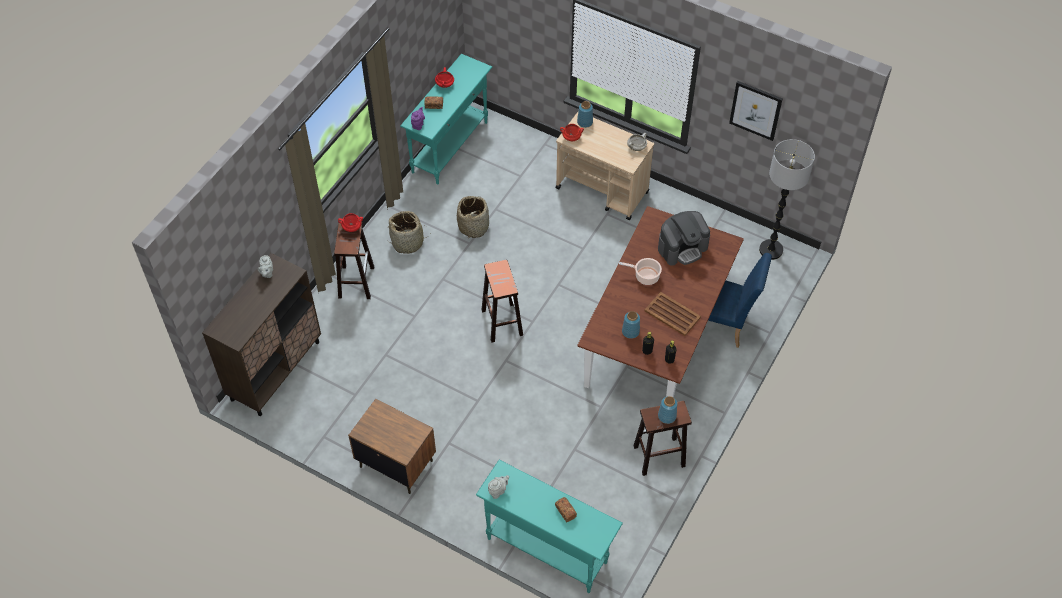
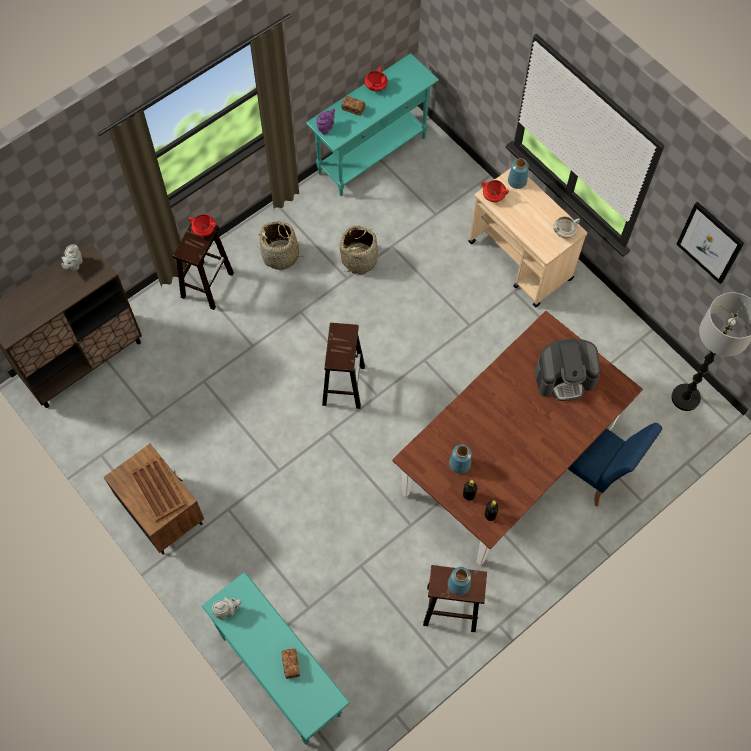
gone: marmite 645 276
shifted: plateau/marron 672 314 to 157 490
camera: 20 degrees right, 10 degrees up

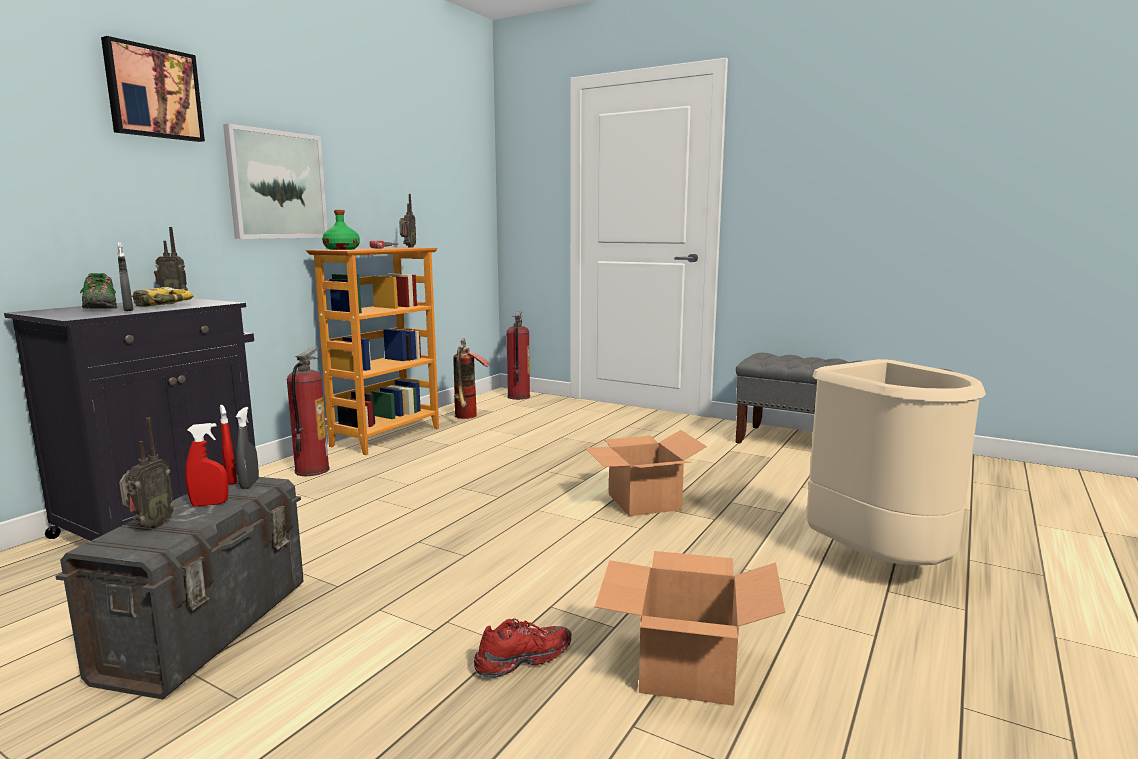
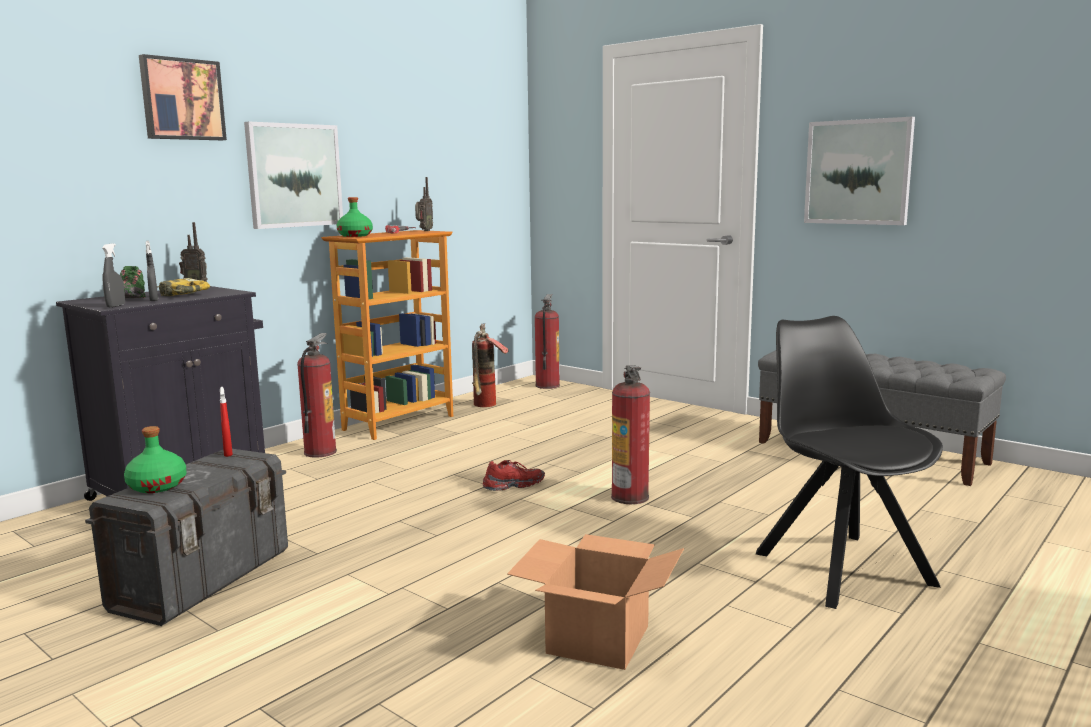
gone: vaporisateur/rouge 209 504
new: tableau 858 172
shifted: vaporisateur/gris 249 484 to 116 306; chaussure/rouge 523 661 to 513 486
swapped: radio 150 526 to bouteille/vert 157 486; carton 645 502 to extincteur 630 497; poubelle/beige 879 563 to chaise/noir 840 567
camera: 10 degrees right, 0 degrees up

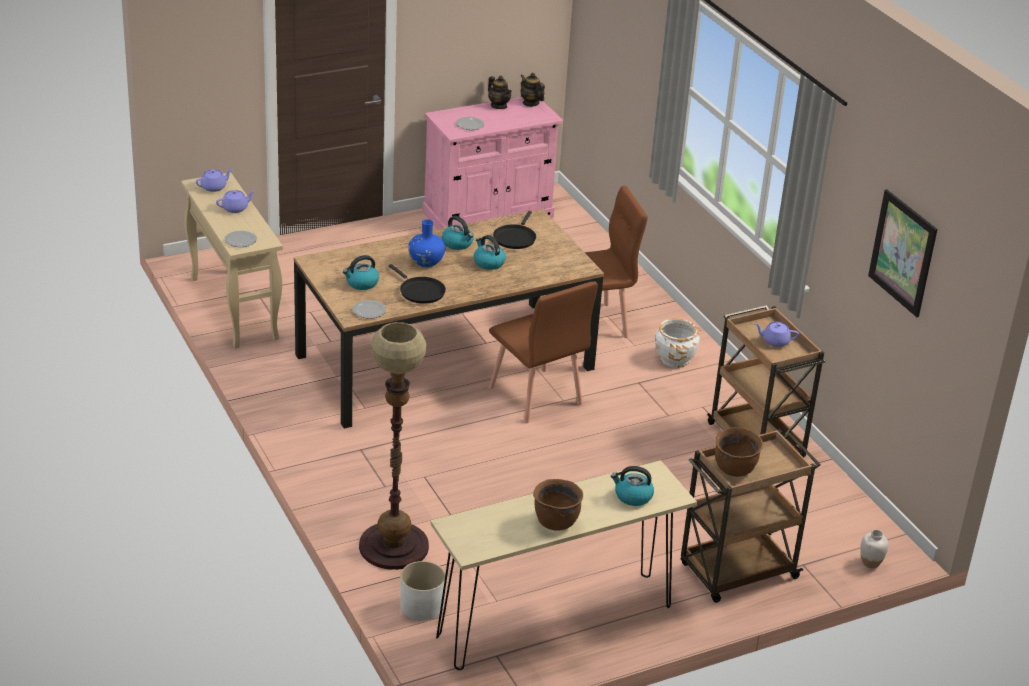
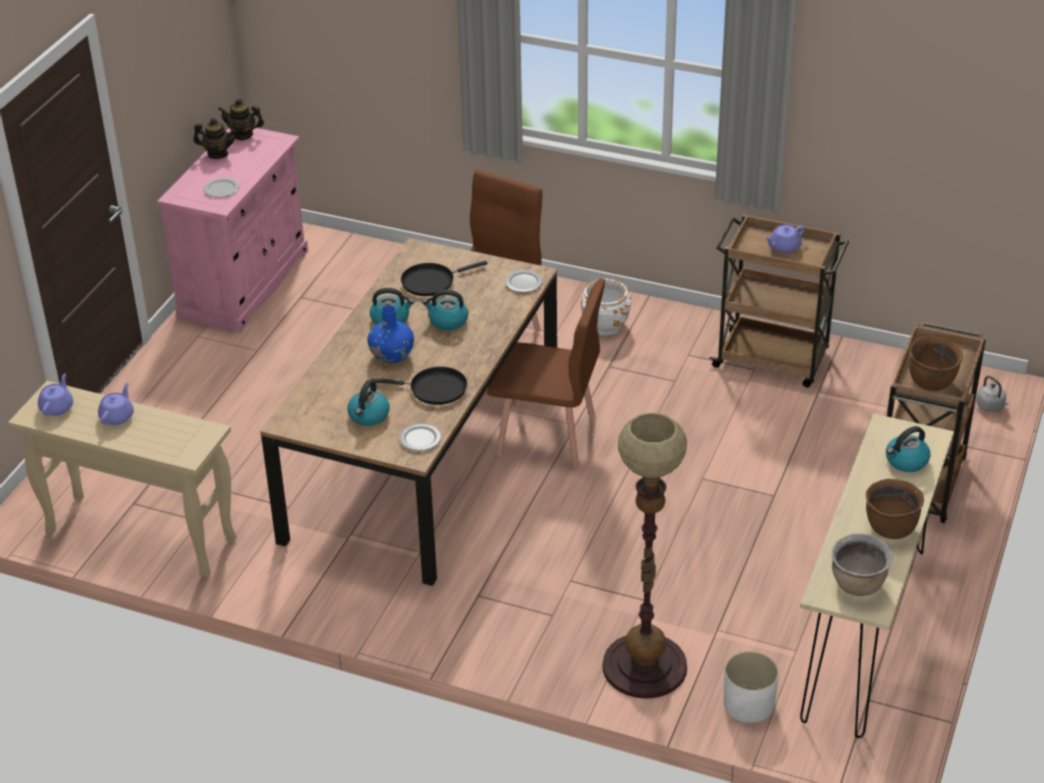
gone: tableau 903 252
new: marmite/marron 858 585
shifted: assiette 241 240 to 523 282
swapped: vase/blanc 870 563 to bouilloire/gris 991 407
rotated: poêle/noir 515 238 = 431 281 90 degrees clockwise
camera: 40 degrees left, 5 degrees up

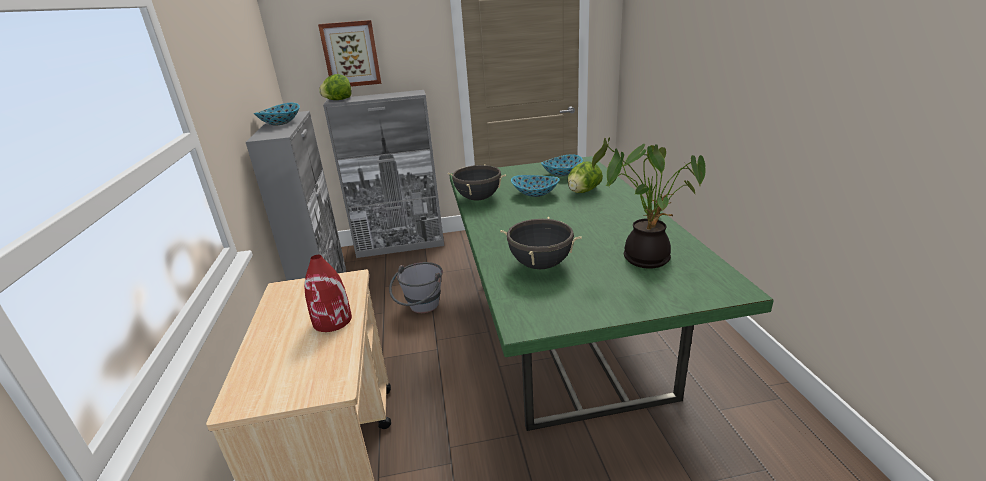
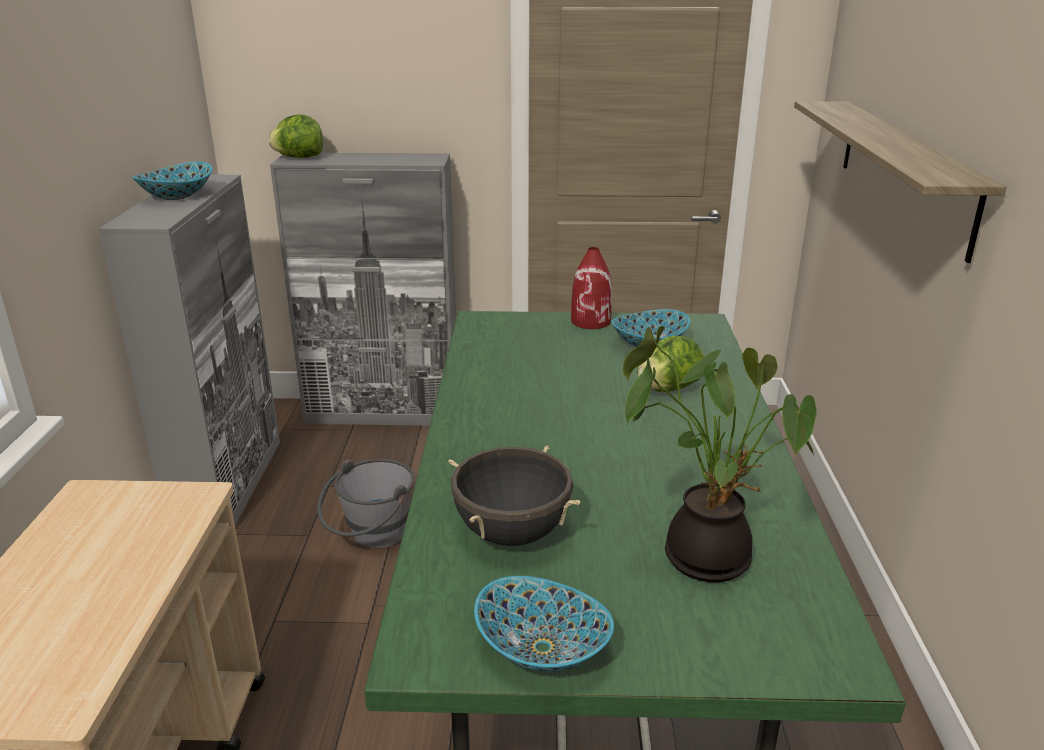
gone: tableau 351 54; marmite/noir 478 198
new: étagère 903 171
shifted: vase/rouge 333 320 to 591 321; bol 535 194 to 542 650
camera: 10 degrees right, 0 degrees up

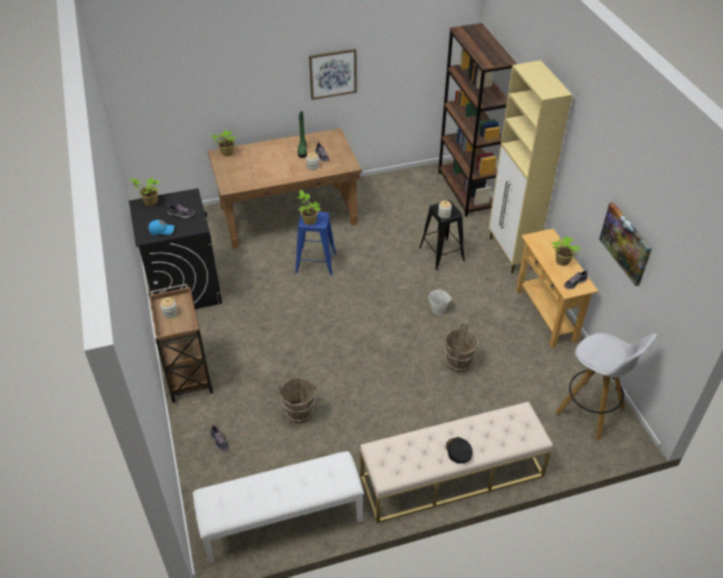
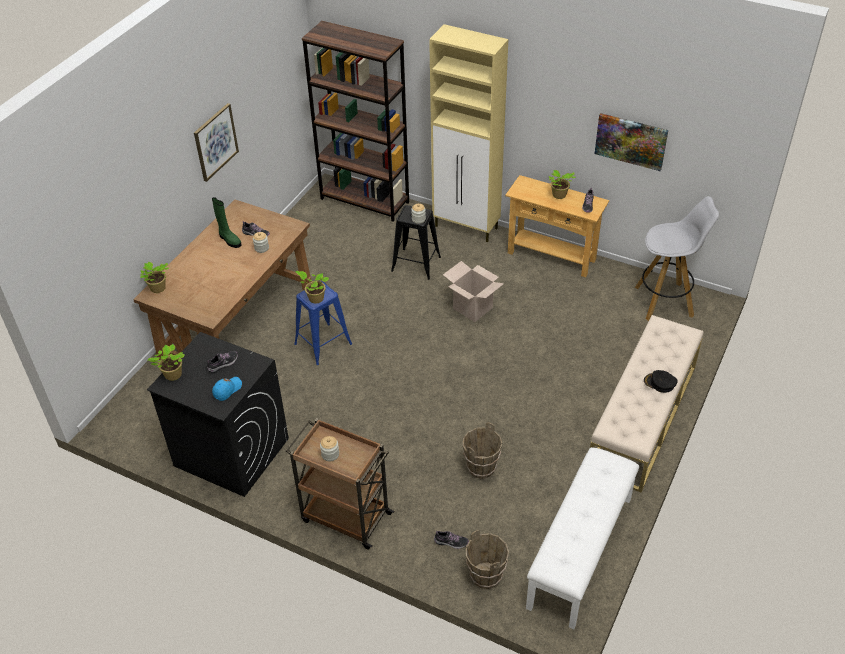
shifted: seau/marron 458 363 to 486 576
swapped: seau/blanc 438 309 to carton 472 308
camera: 45 degrees left, 0 degrees up

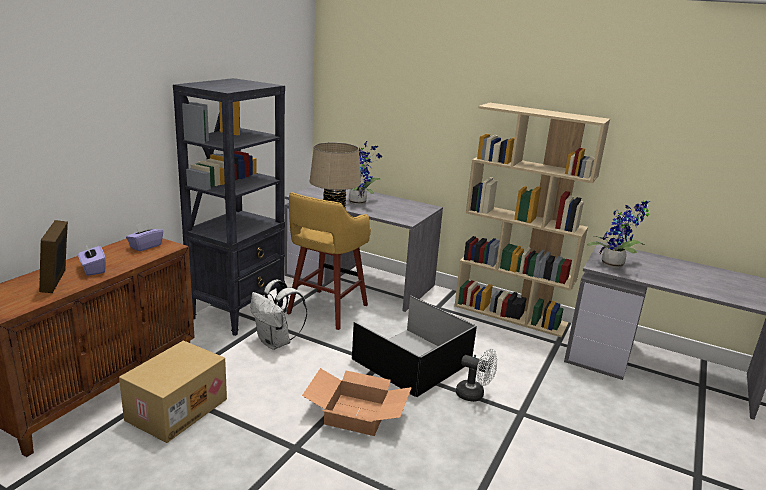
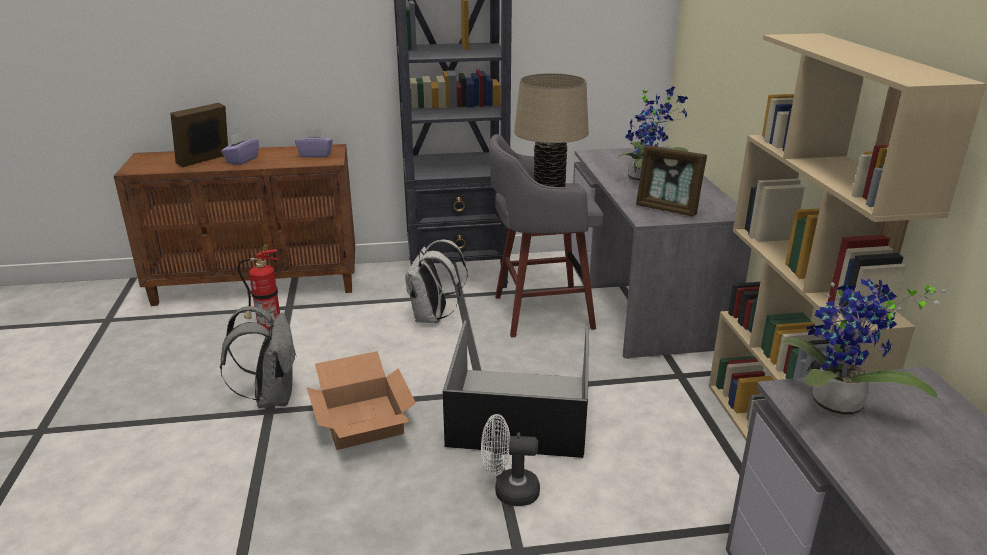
new: sac à dos/gris 271 397; cadre photo 667 209
swapped: carton 176 409 to extincteur 267 327
repainted: tabouret/jaune 326 310 to tabouret/gris 539 312
rotated: ventilateur/blanc 474 395 = 509 491 105 degrees clockwise
camera: 55 degrees right, 5 degrees up

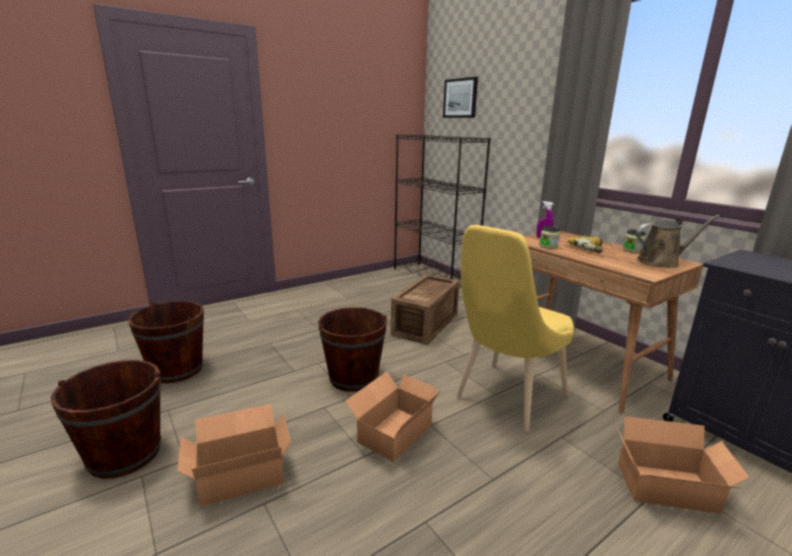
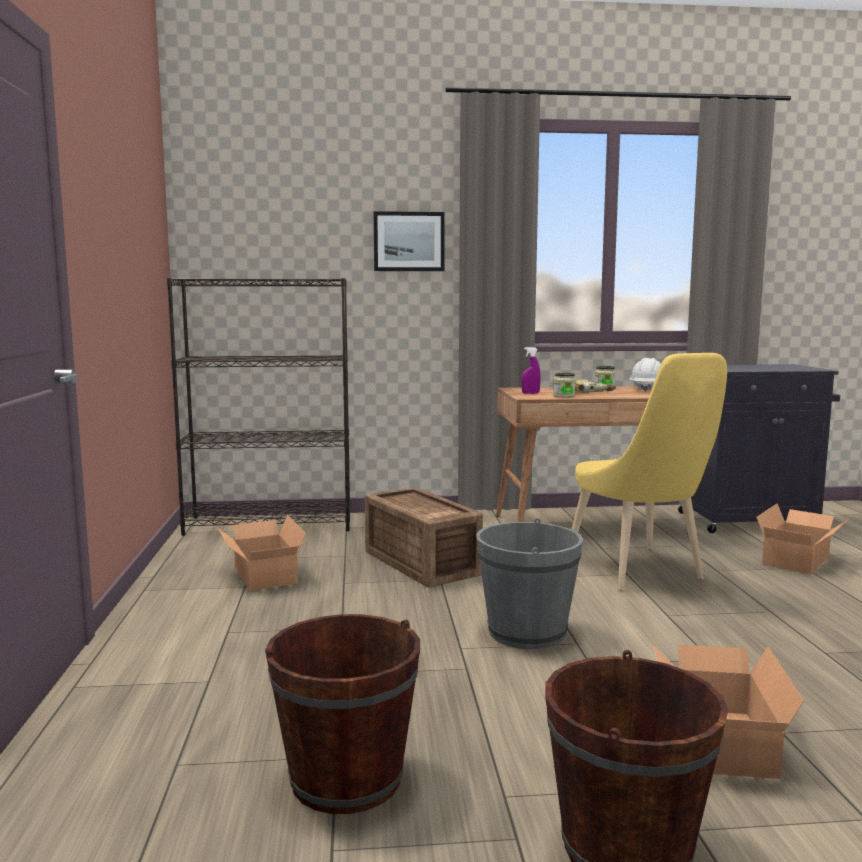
shifted: carton 392 433 to 262 576; tableau 460 98 to 409 241
swapped: arrosoir/marron 661 262 to casque de chantier/blanc 647 389
repainted: seau/marron 353 377 to seau/gris 526 632
camera: 60 degrees left, 10 degrees down

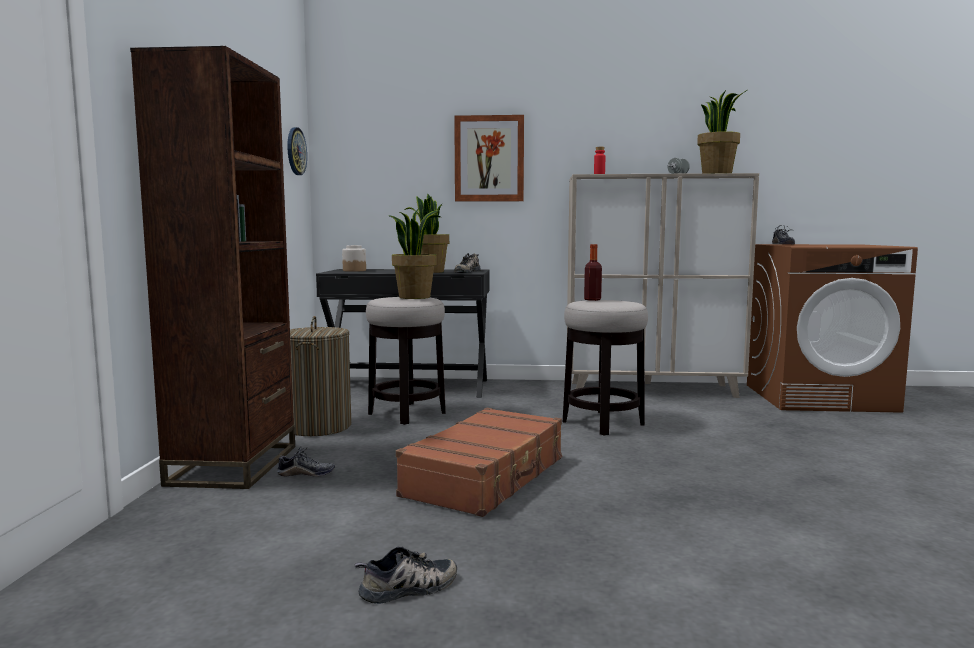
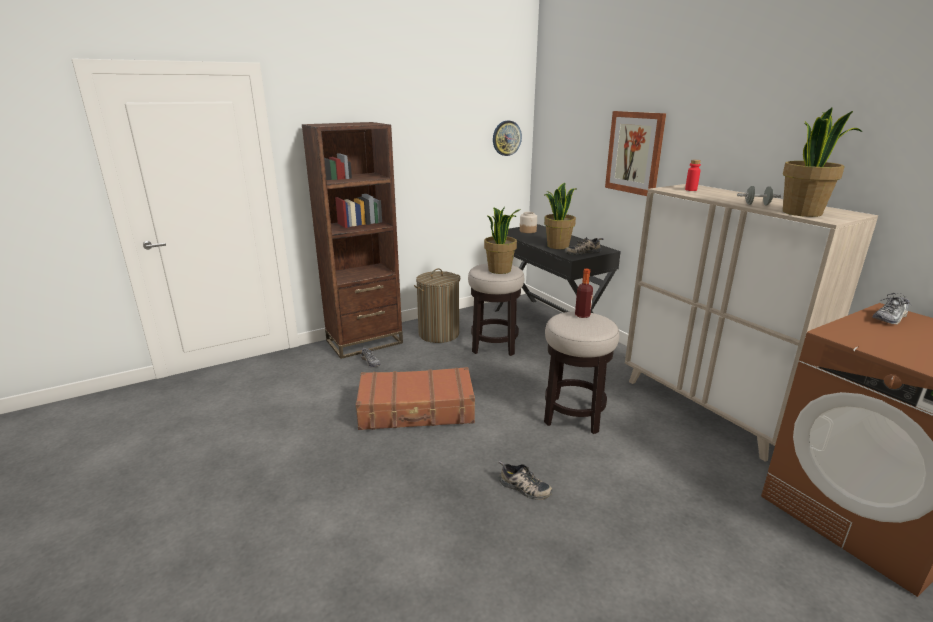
shifted: chaussure 409 589 to 523 488
camera: 55 degrees right, 15 degrees up

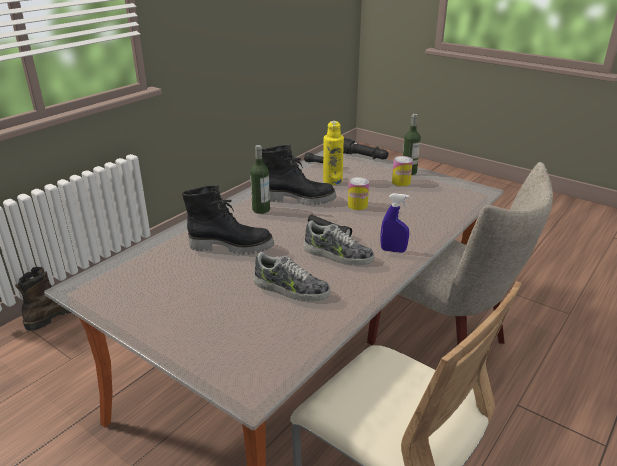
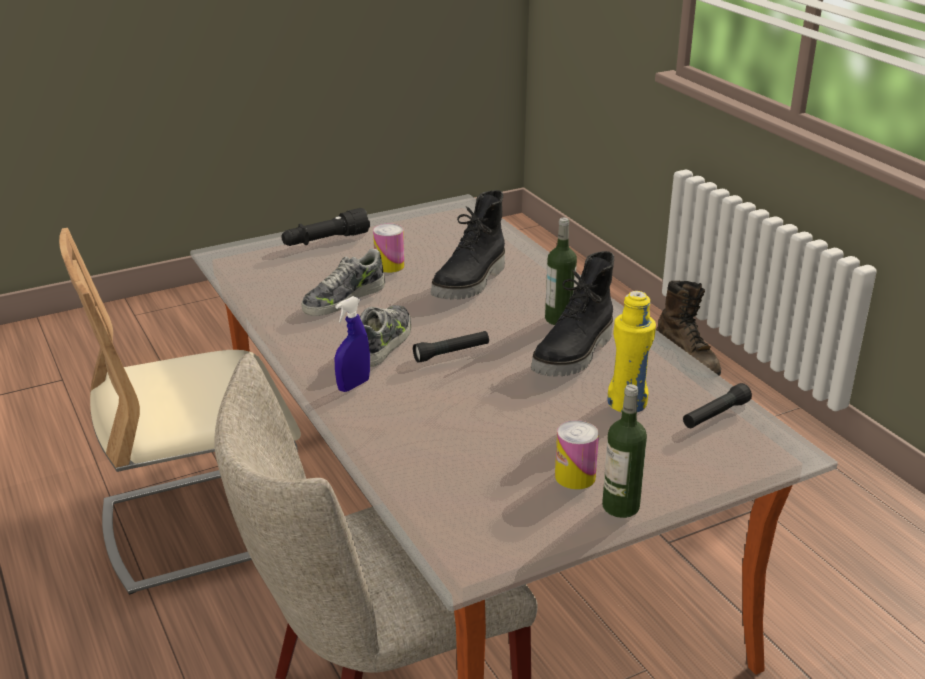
shifted: lampe de poche/noir 363 157 to 325 241; boîte métallique 357 205 to 389 266
rotated: chaussure 337 255 = 383 343 150 degrees clockwise
camera: 115 degrees right, 0 degrees up

